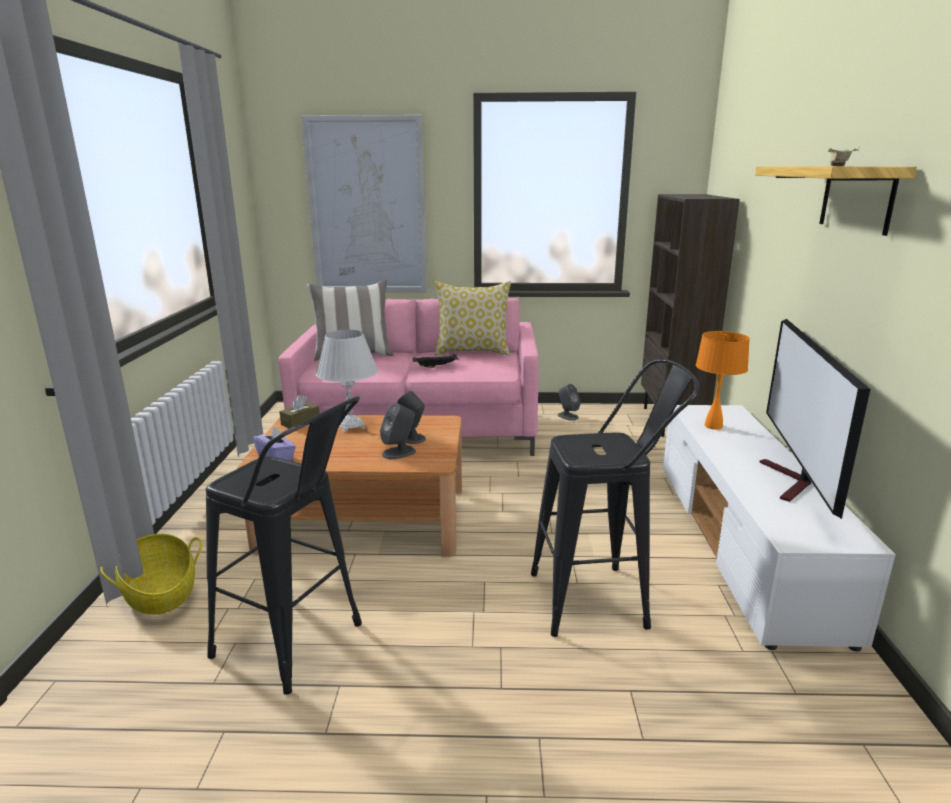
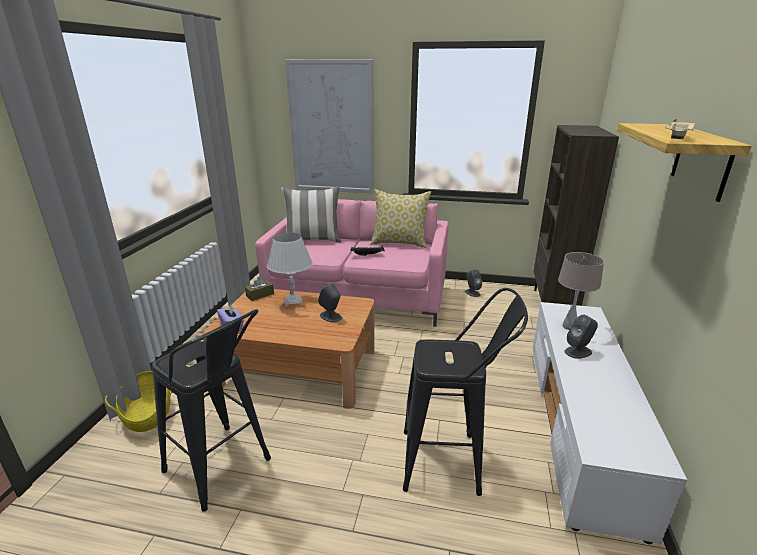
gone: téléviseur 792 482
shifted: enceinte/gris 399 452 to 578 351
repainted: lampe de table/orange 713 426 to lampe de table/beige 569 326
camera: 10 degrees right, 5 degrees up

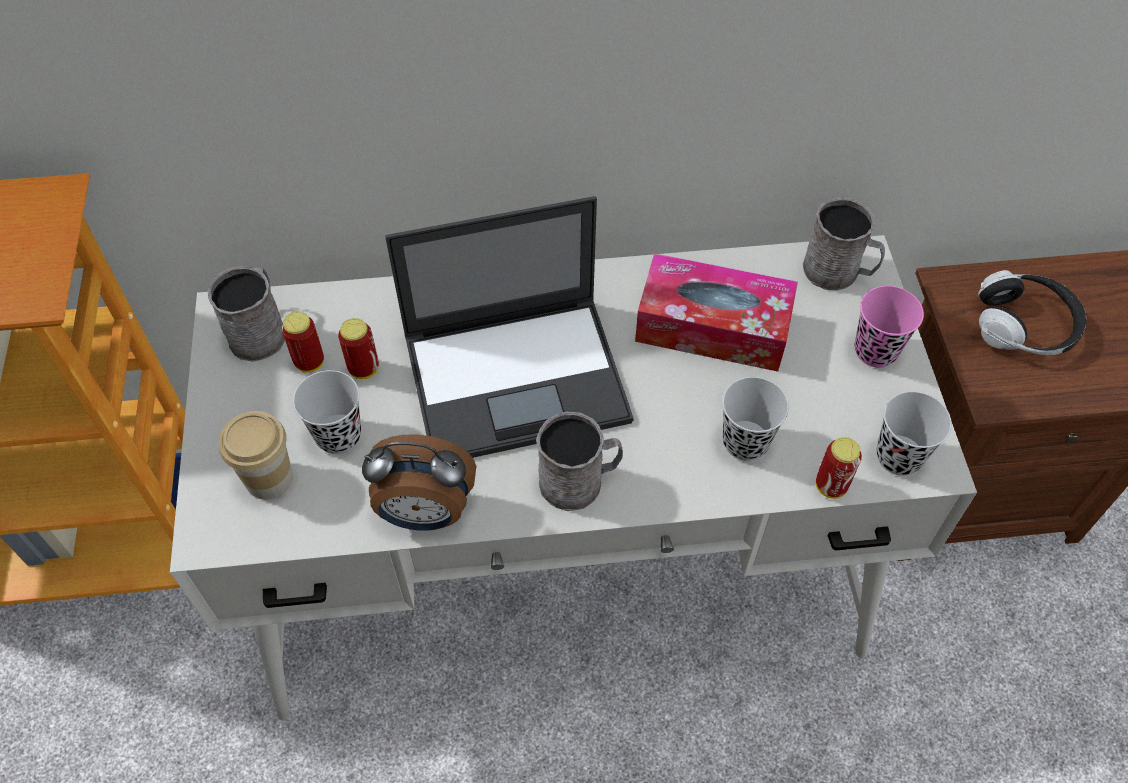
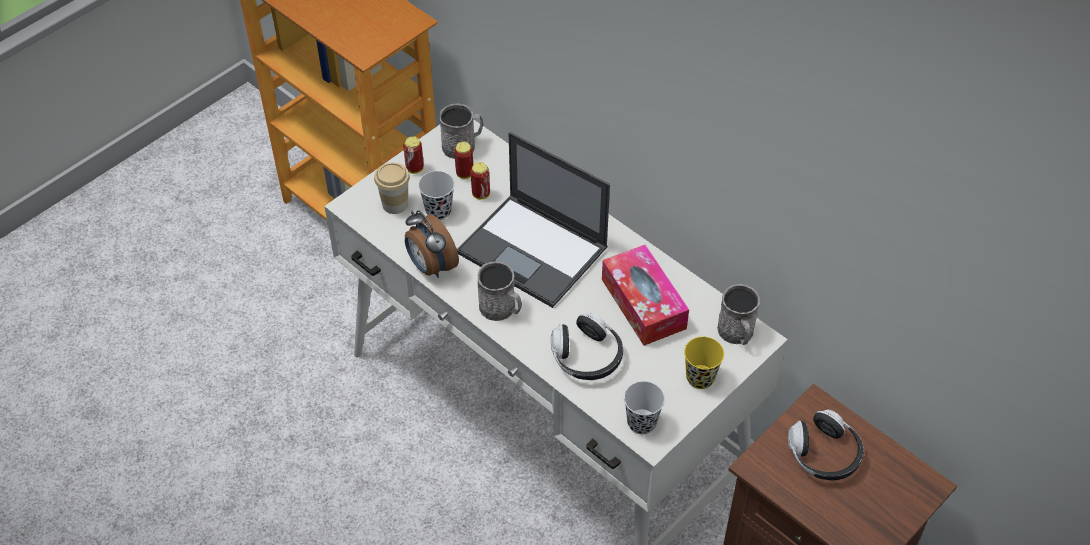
shifted: boîte métallique 830 486 to 415 169
swapped: tasse/noir 745 442 to casque audio 587 357
repainted: tasse/rose 875 351 to tasse/jaune 700 378
camera: 50 degrees right, 5 degrees down

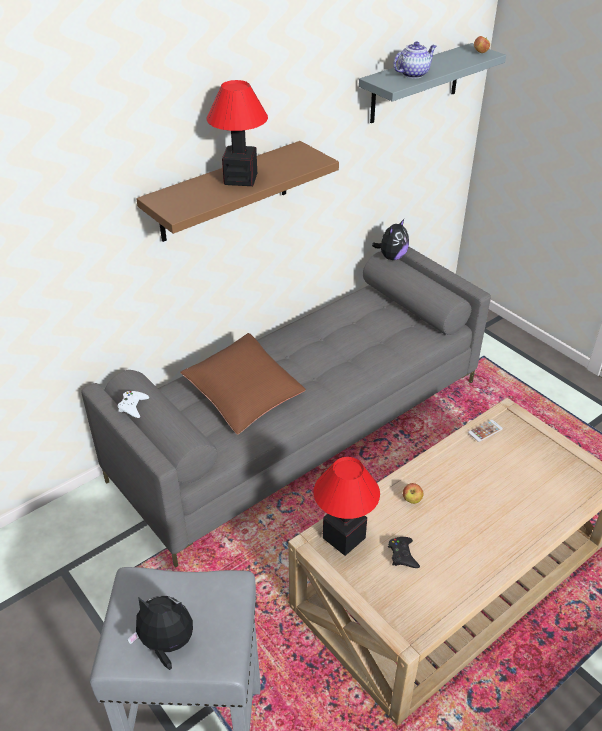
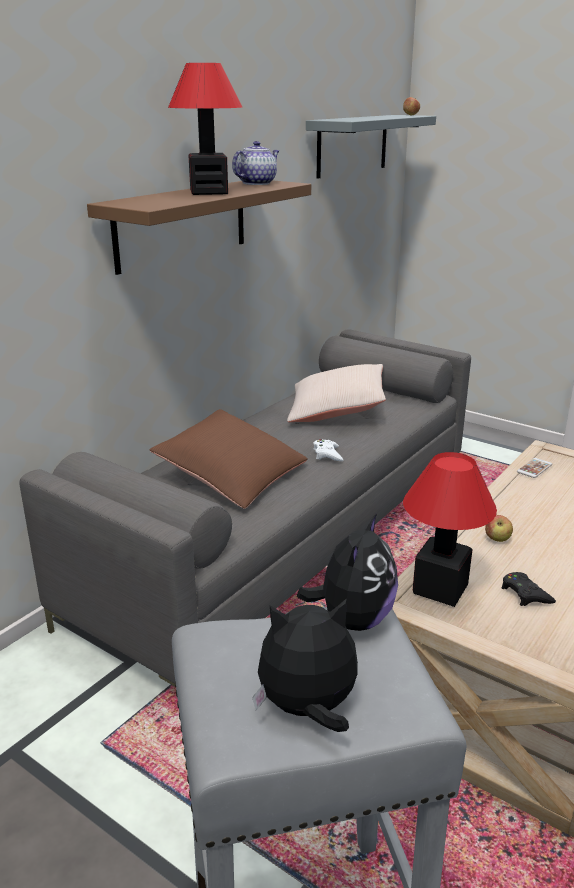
new: coussin/beige 336 410
shifted: manette/blanc 133 406 to 327 454; peluche 391 257 to 353 619; théière 413 74 to 257 183
camera: 15 degrees left, 15 degrees down

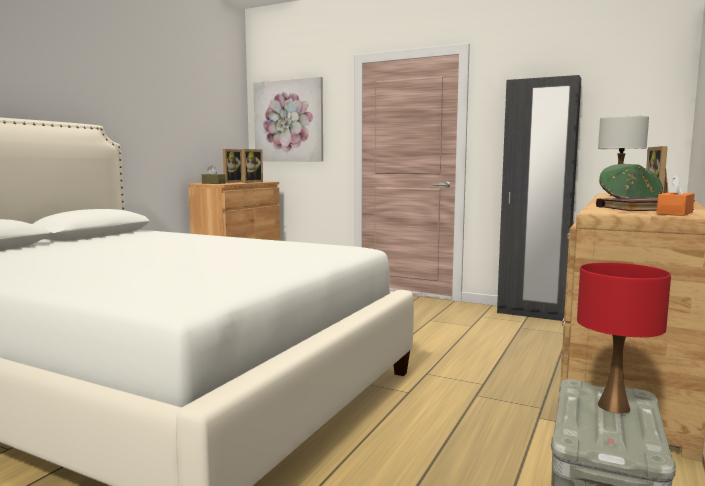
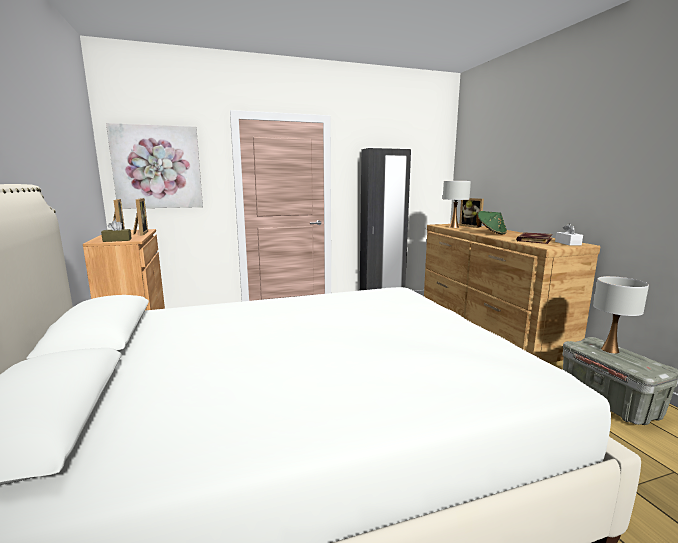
repainted: lampe de table/rouge 613 406 to lampe de table/blanc 609 350; boîte à mouchoirs/orange 674 213 to boîte à mouchoirs/blanc 567 243
camera: 45 degrees left, 5 degrees up

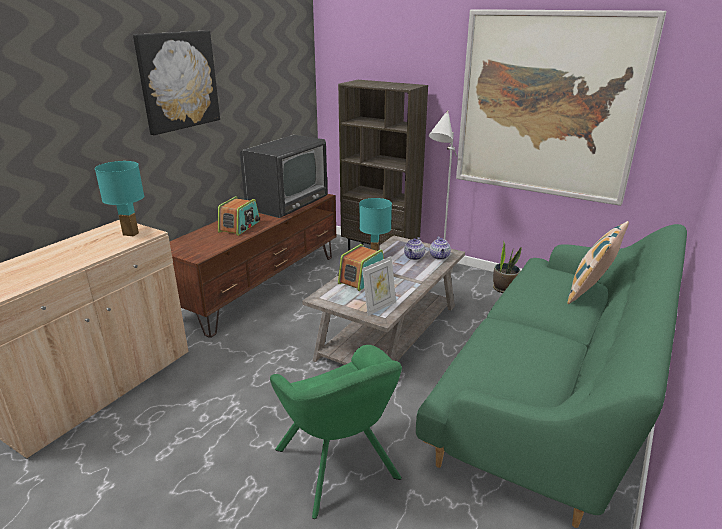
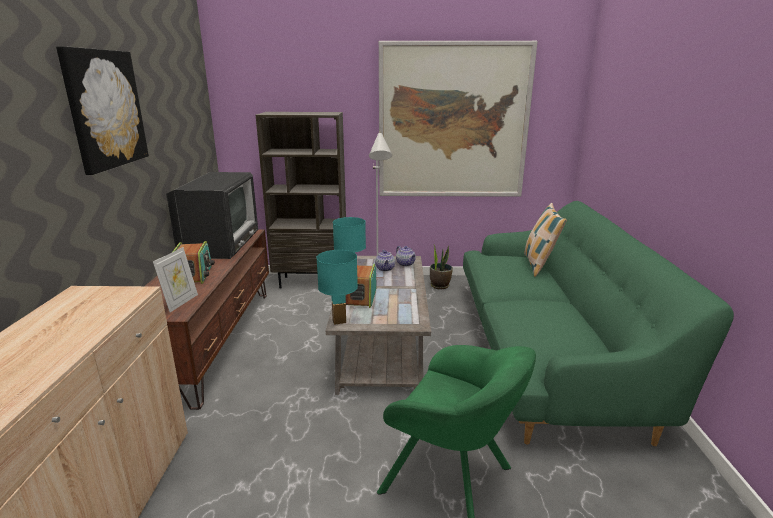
shifted: lampe de table/turquoise 130 234 to 339 322; cadre photo 379 307 to 180 302
camera: 30 degrees left, 5 degrees down

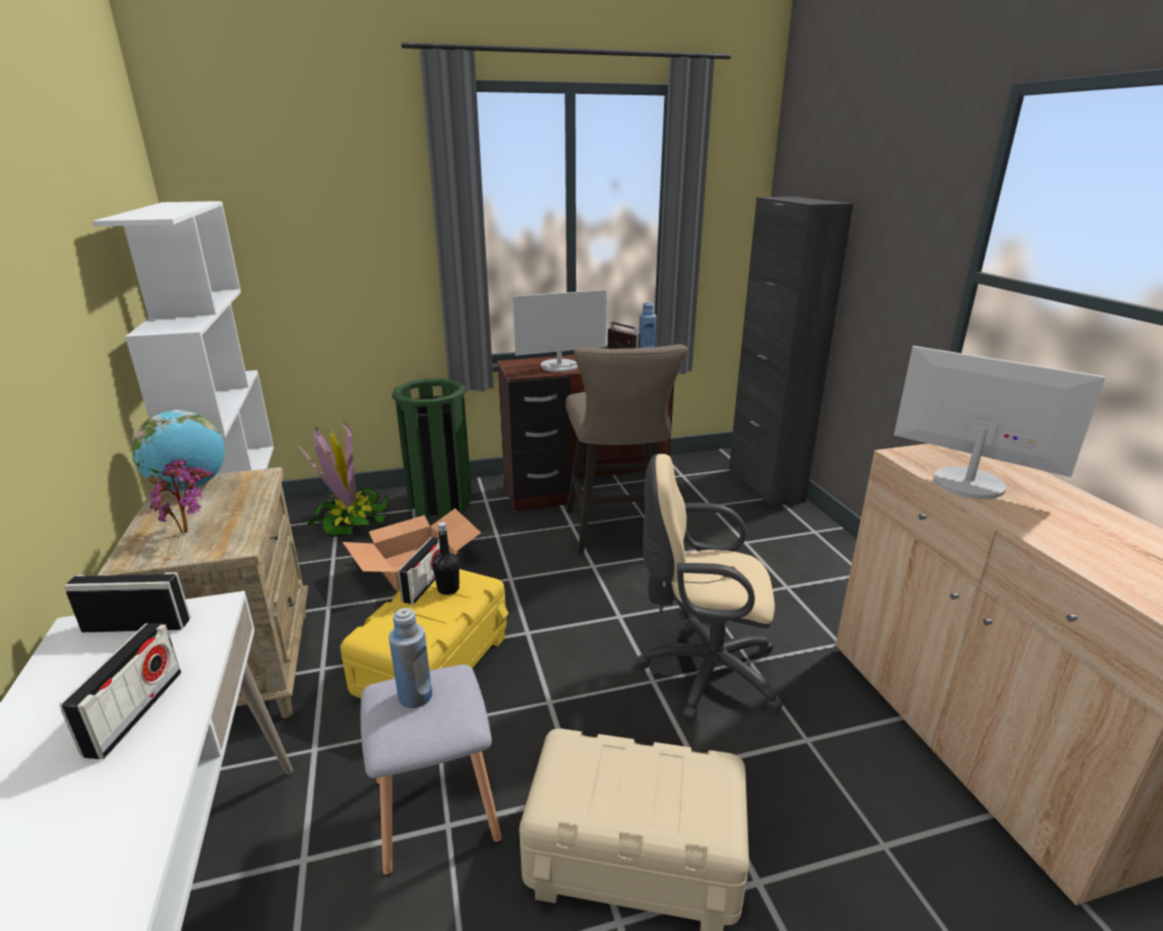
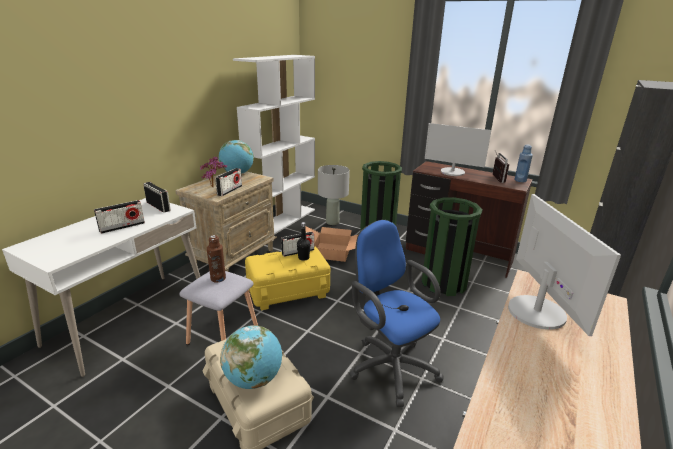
new: radio 229 190; globe 254 379
swapped: plante en pot 350 519 to lampe de table/gris 332 222; tabouret/beige 617 533 to poubelle/vert 443 283
repainted: bouteille/bleu 415 696 to bouteille/marron 218 278; chaise de bureau/beige 702 671 to chaise de bureau/bleu 390 365
camera: 45 degrees right, 0 degrees up

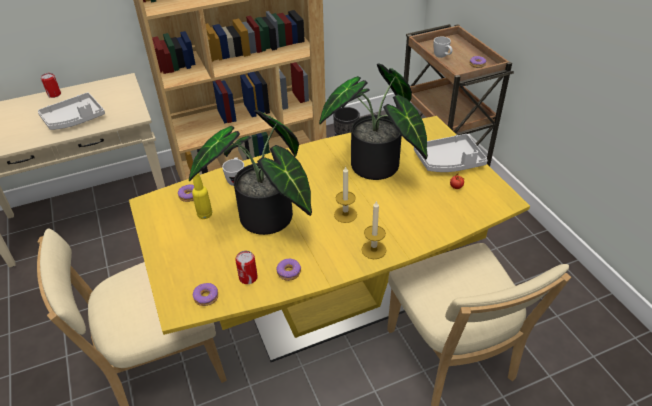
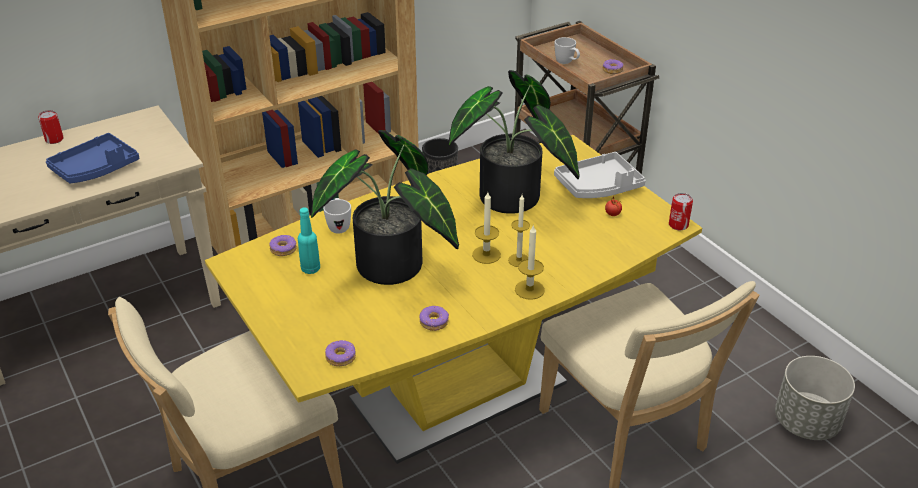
new: bougie 518 260; cache-pot/gris 805 422
shifted: boîte métallique 248 277 to 678 225
repainted: plateau/gris 74 119 to plateau/bleu 96 169; bouteille/jaune 205 214 to bouteille/turquoise 310 269
camera: 10 degrees left, 5 degrees down

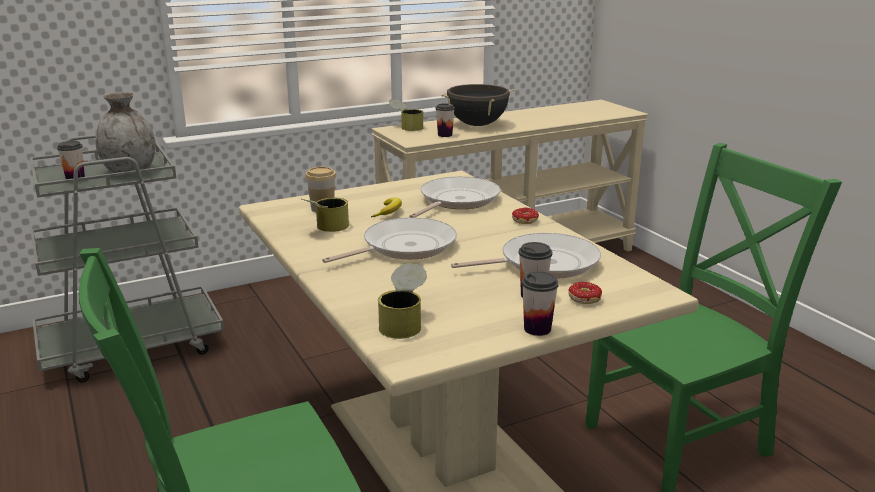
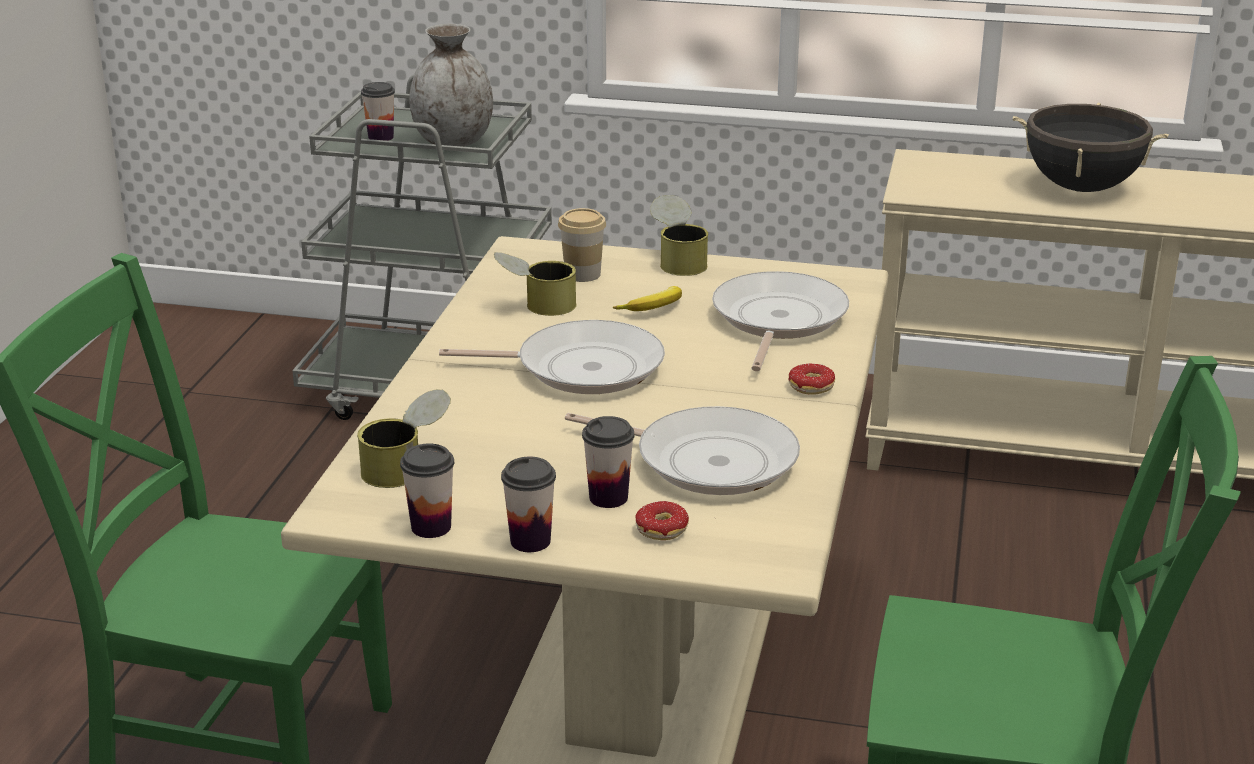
shifted: boîte métallique 406 127 to 678 260; tasse 445 135 to 431 527
rotated: poêle 456 200 = 777 320 60 degrees counterclockwise
camera: 40 degrees right, 5 degrees up

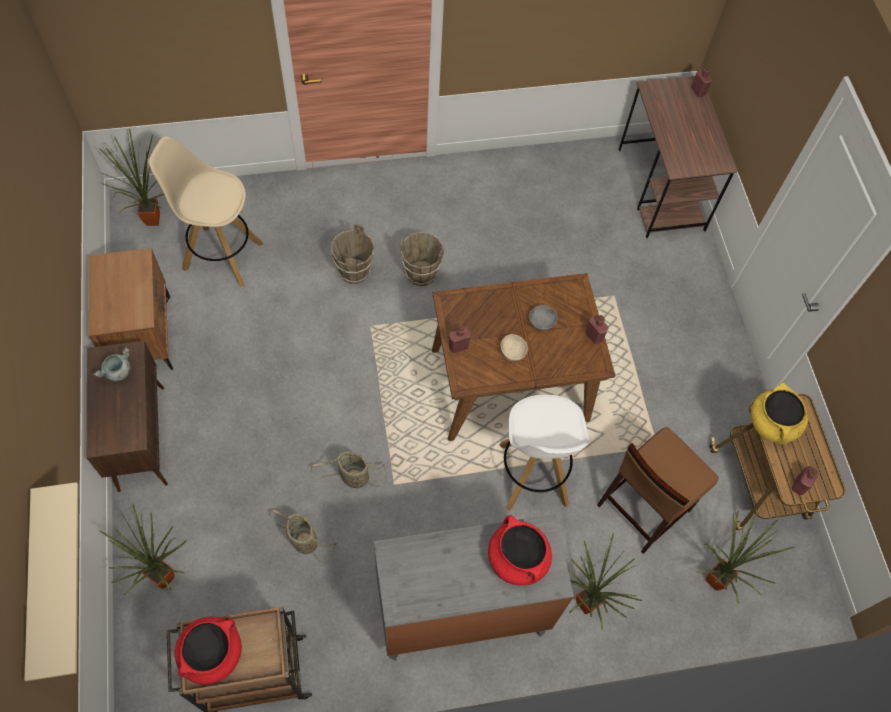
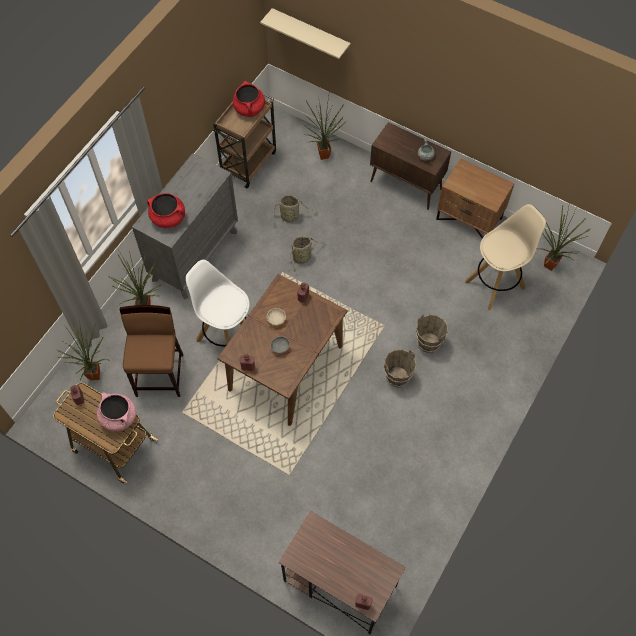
repainted: marmite/jaune 772 424 to marmite/rose 118 417
camera: 135 degrees right, 0 degrees up

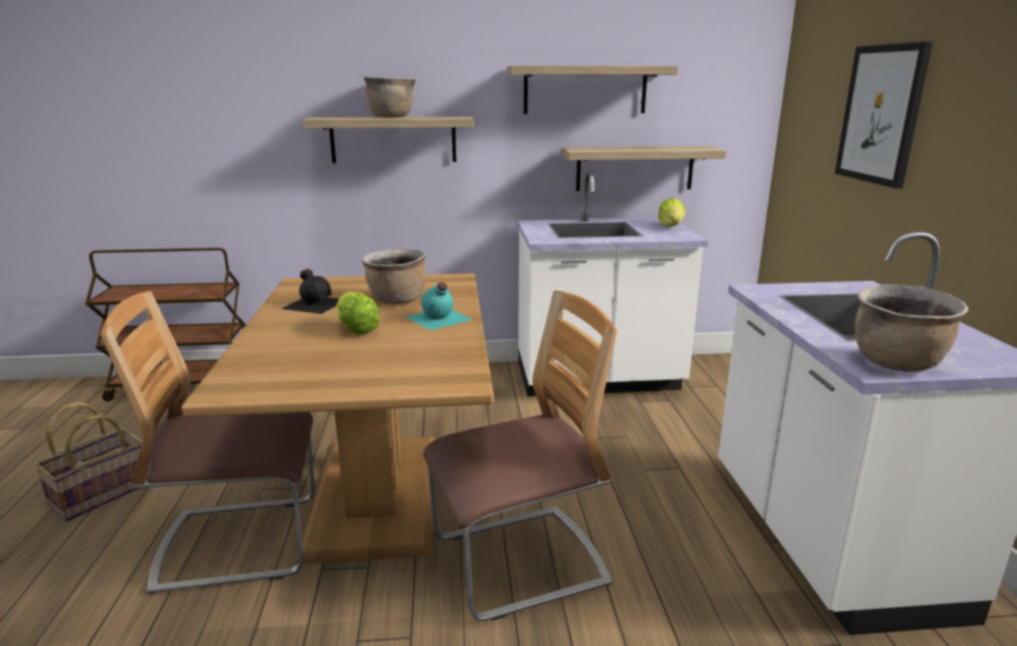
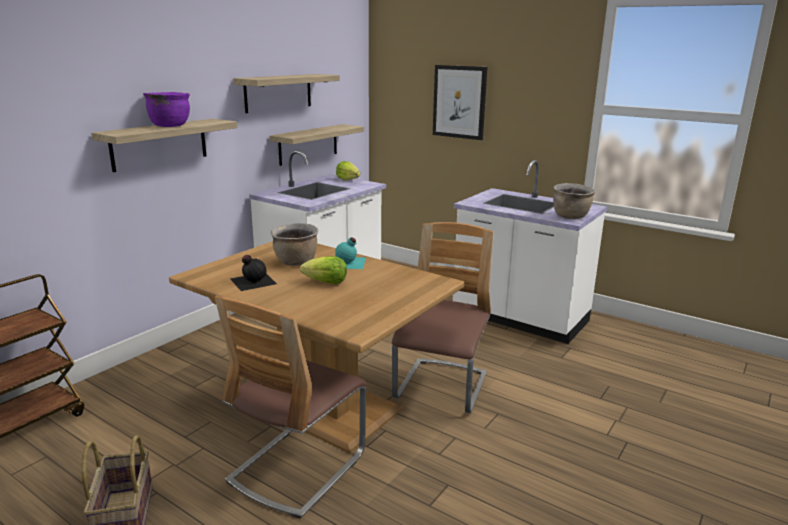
repainted: marmite/marron 391 117 to marmite/violet 170 126
camera: 50 degrees left, 0 degrees up

